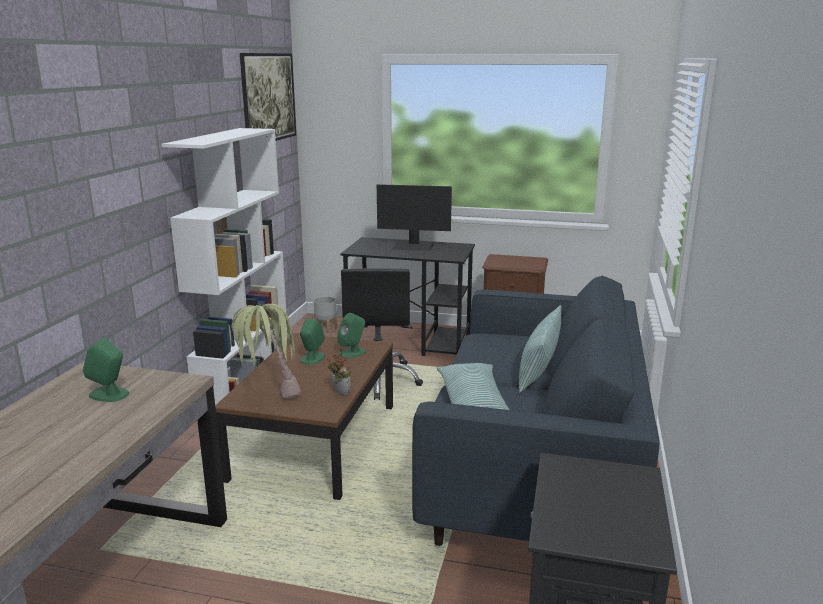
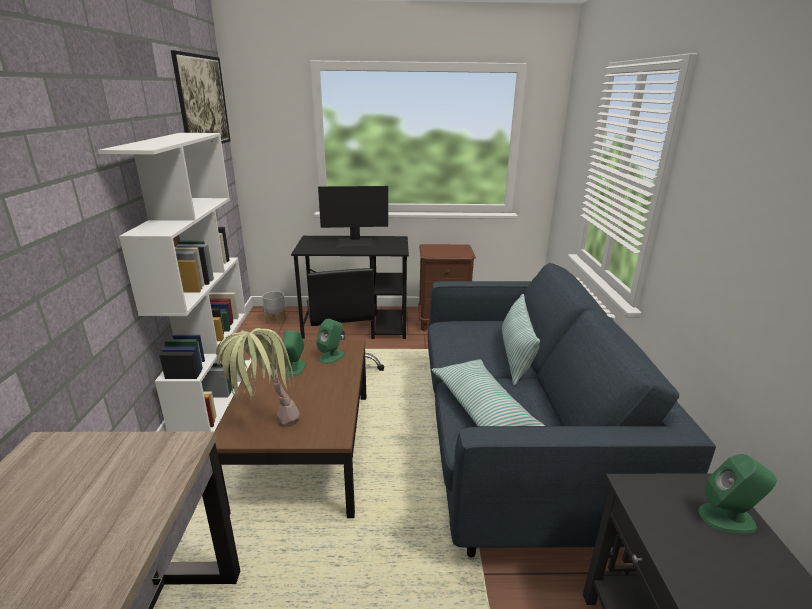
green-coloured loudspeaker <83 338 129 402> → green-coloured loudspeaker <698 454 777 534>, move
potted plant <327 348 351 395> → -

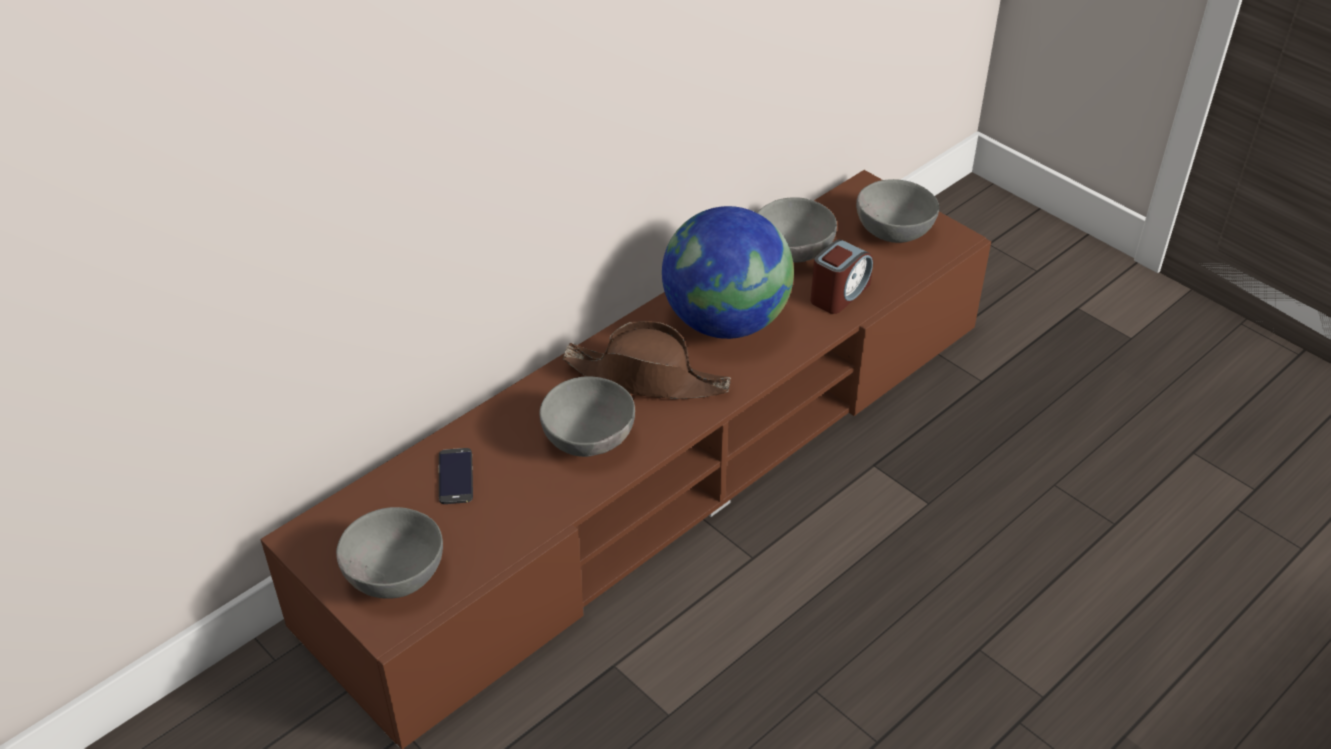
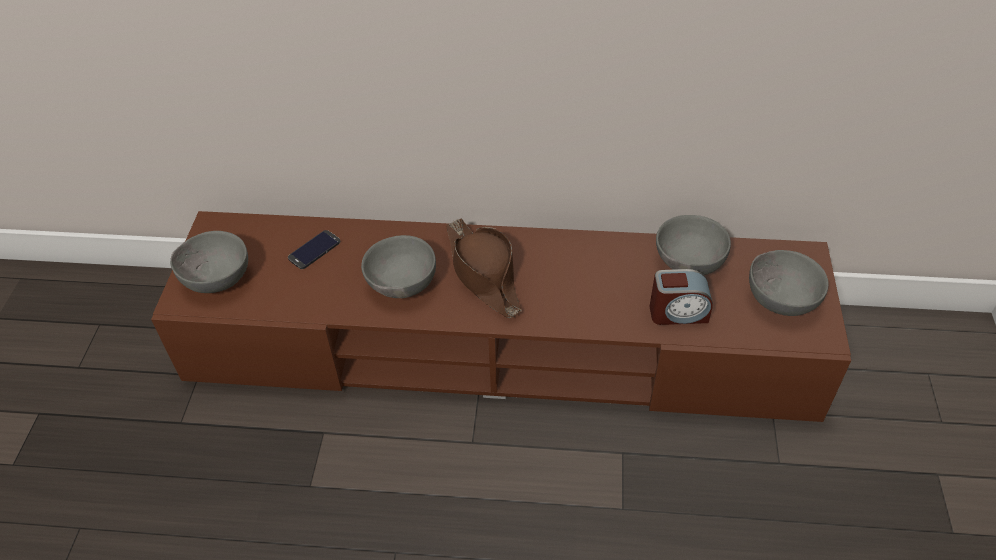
desk globe <662 206 794 339> → -

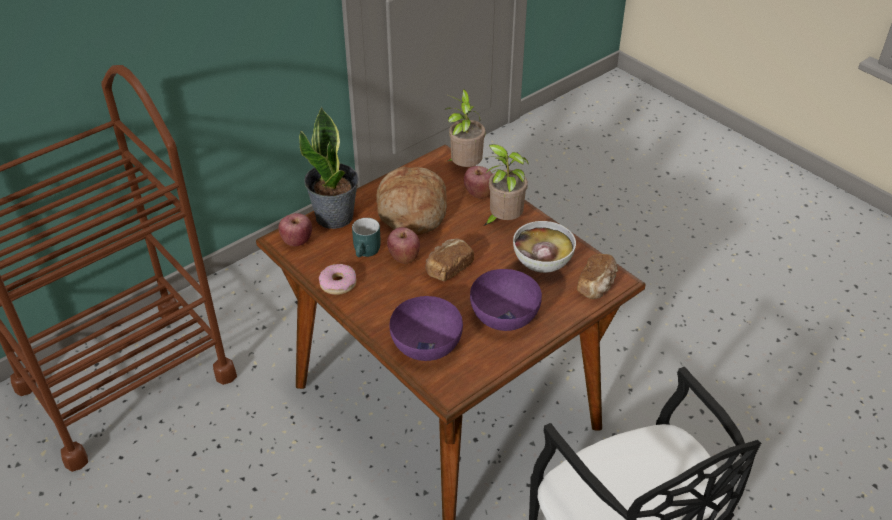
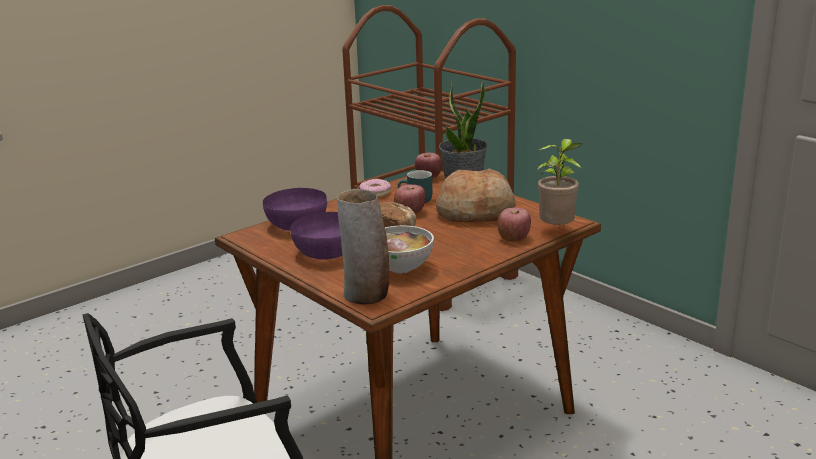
potted plant <484 144 529 226> → -
bread <577 254 618 299> → flower vase <337 189 390 304>

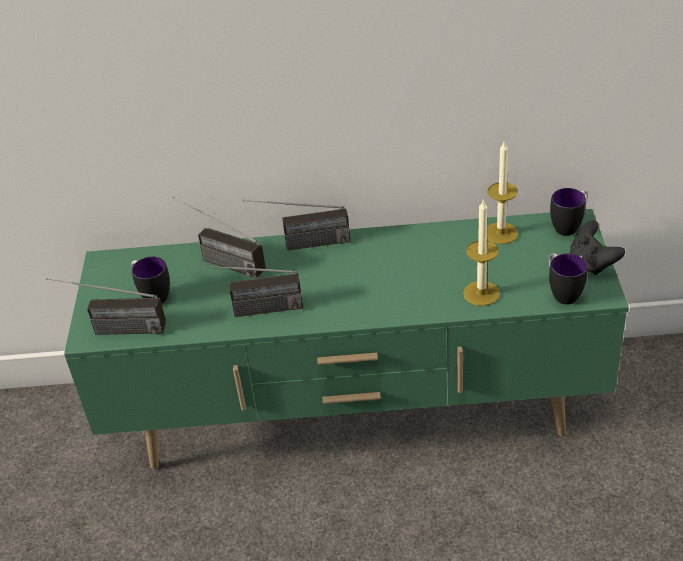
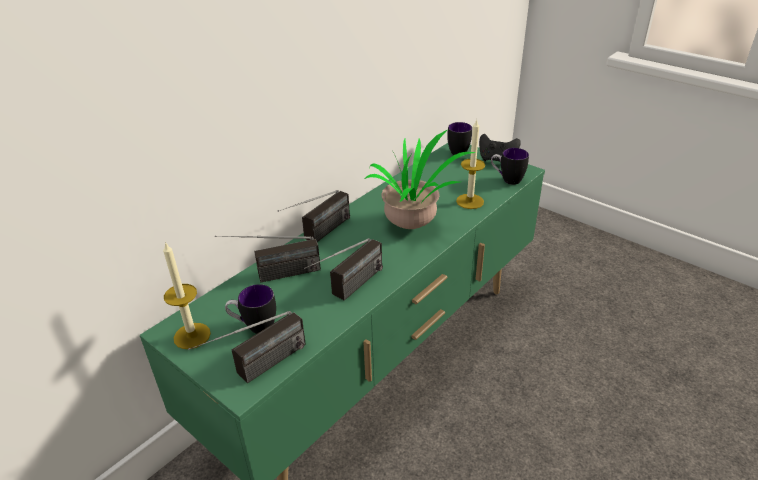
candle <487 142 518 244> → candle <163 242 211 349>, move
- → potted plant <364 129 475 229>

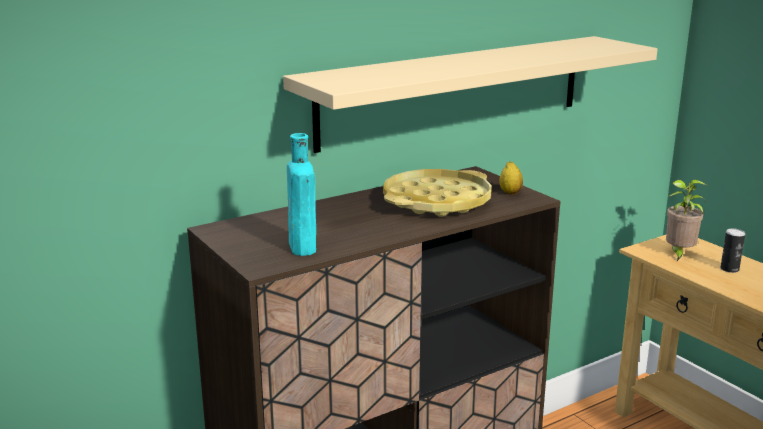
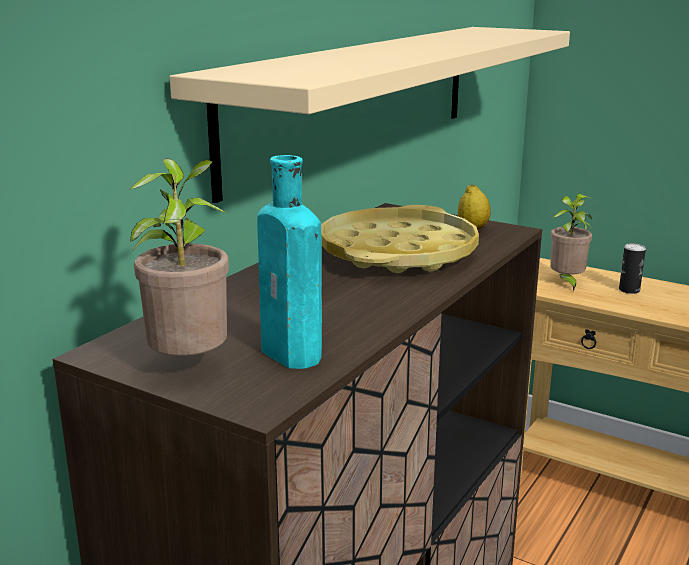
- → potted plant <129 158 229 356>

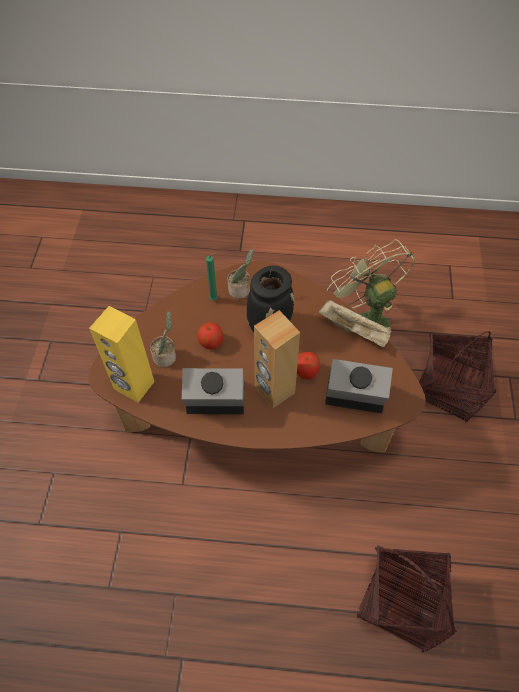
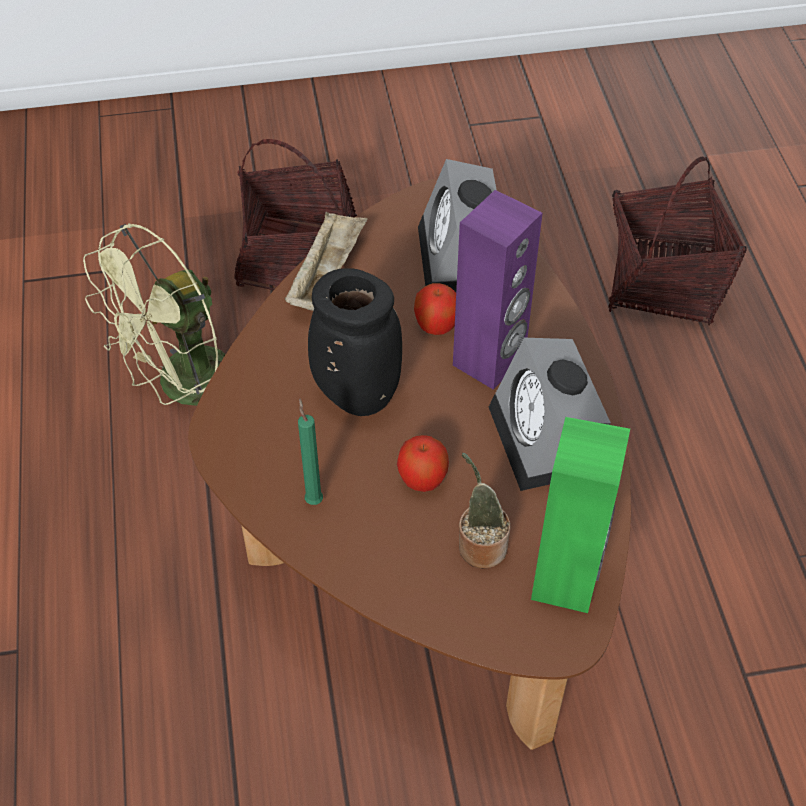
potted plant <228 249 253 299> → -
yellow loudspeaker <89 306 155 403> → green-coloured loudspeaker <531 417 630 613>
brownish loudspeaker <254 310 300 408> → purple-coloured loudspeaker <453 190 543 390>

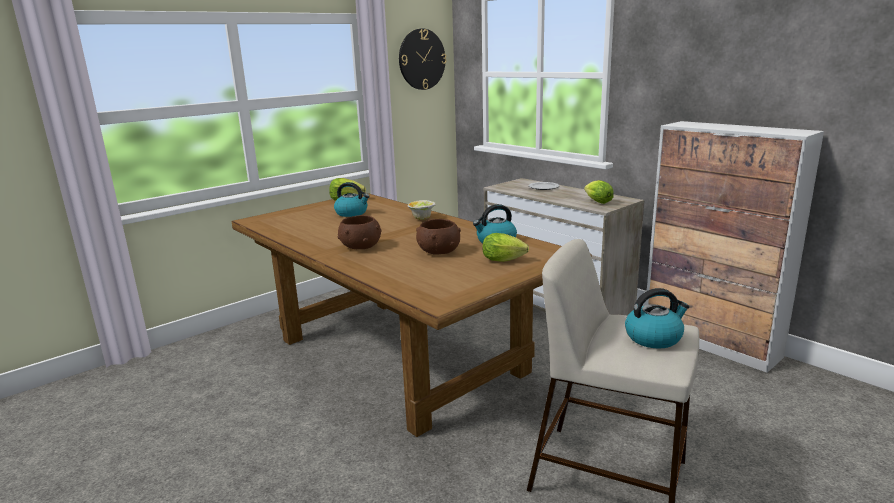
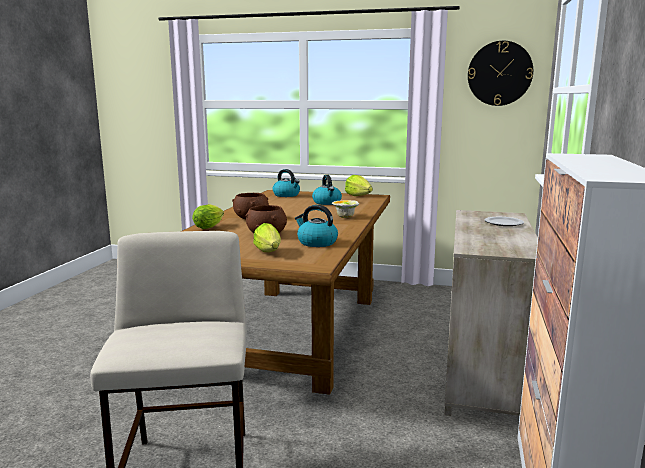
lettuce head <584 180 614 204> → lettuce head <192 204 224 229>, move
water kettle <625 288 690 349> → water kettle <273 169 300 197>, move

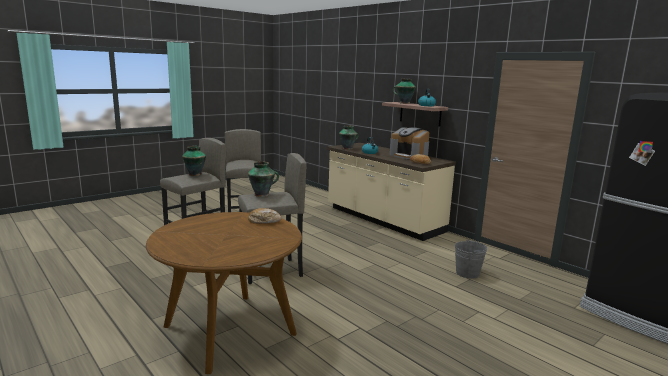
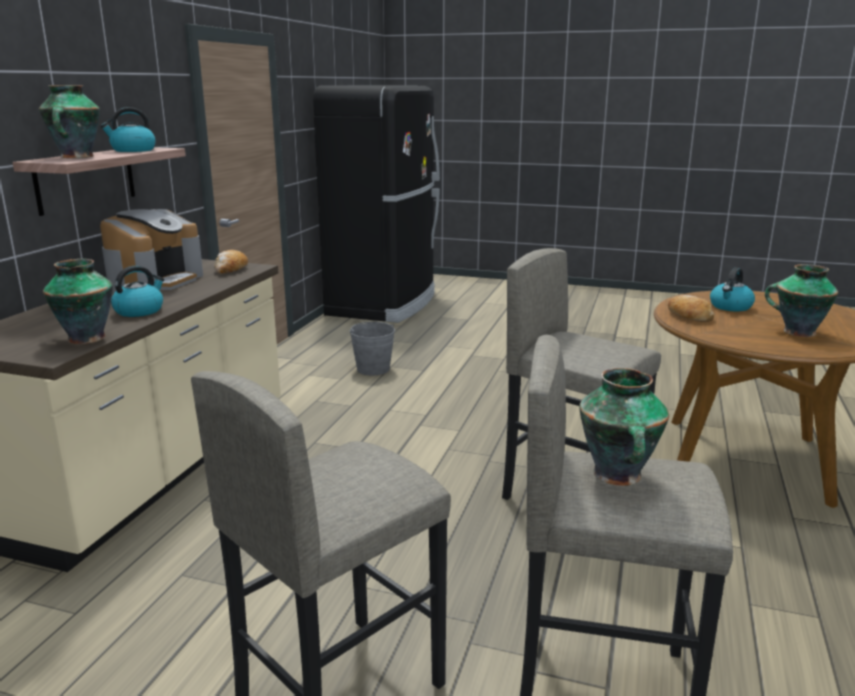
flower vase <248 161 279 197> → flower vase <765 264 838 337>, move
- → water kettle <710 268 755 312>

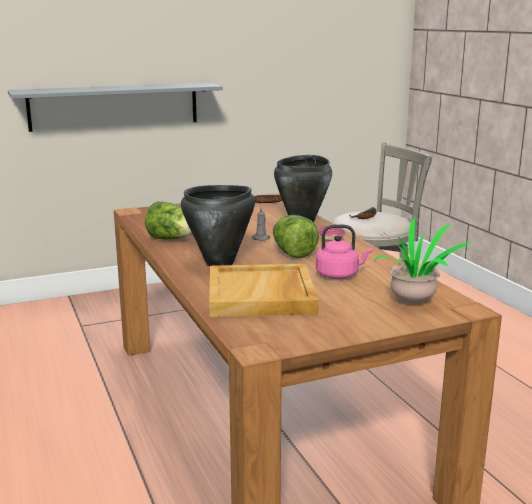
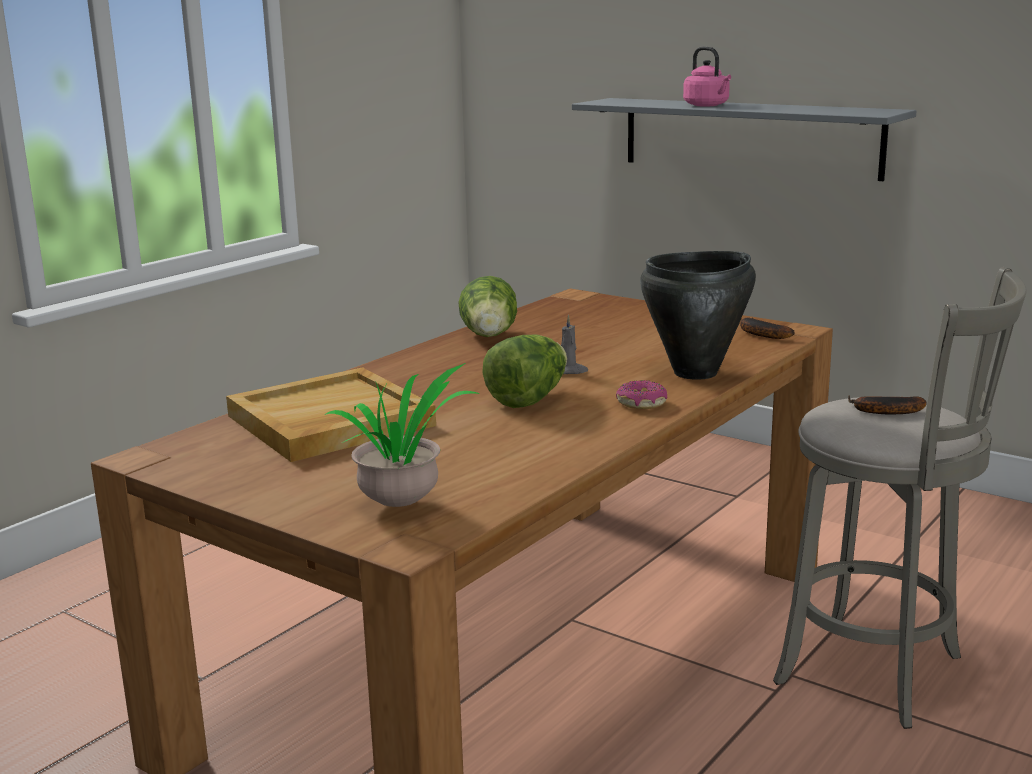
black-coloured cooking pot <181 185 255 266> → -
pinkish water kettle <316 224 373 279> → pinkish water kettle <683 47 731 107>, move

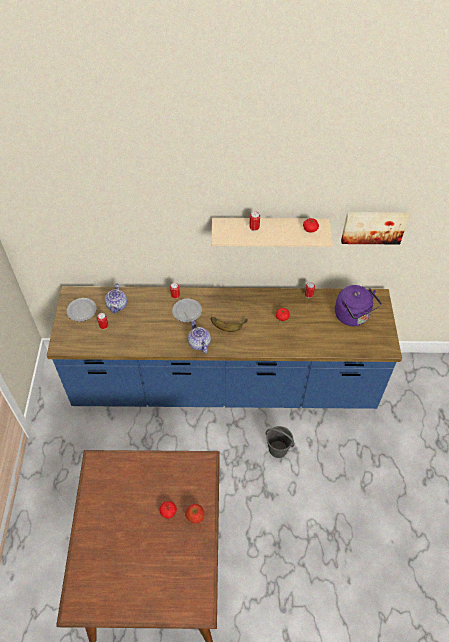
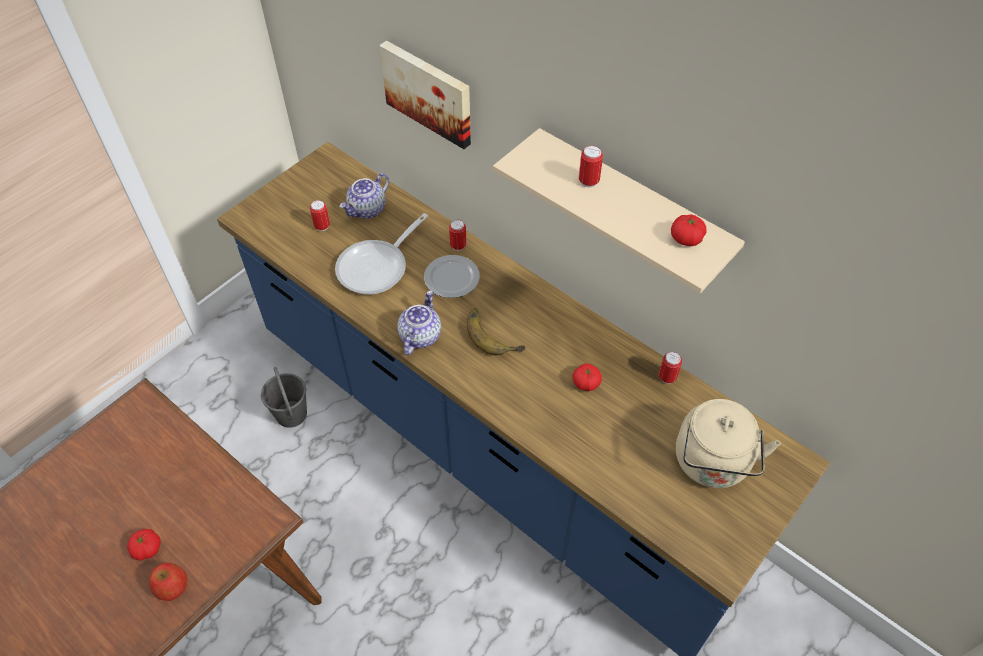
picture <341 212 409 244> → picture <379 41 471 149>, move
purple-coloured water kettle <335 285 382 326> → sand-coloured water kettle <676 399 781 488>
dinner plate <67 298 97 322> → -
greyish pail <265 426 294 458> → greyish pail <261 367 307 428>, move
- → frying pan <335 213 428 295>

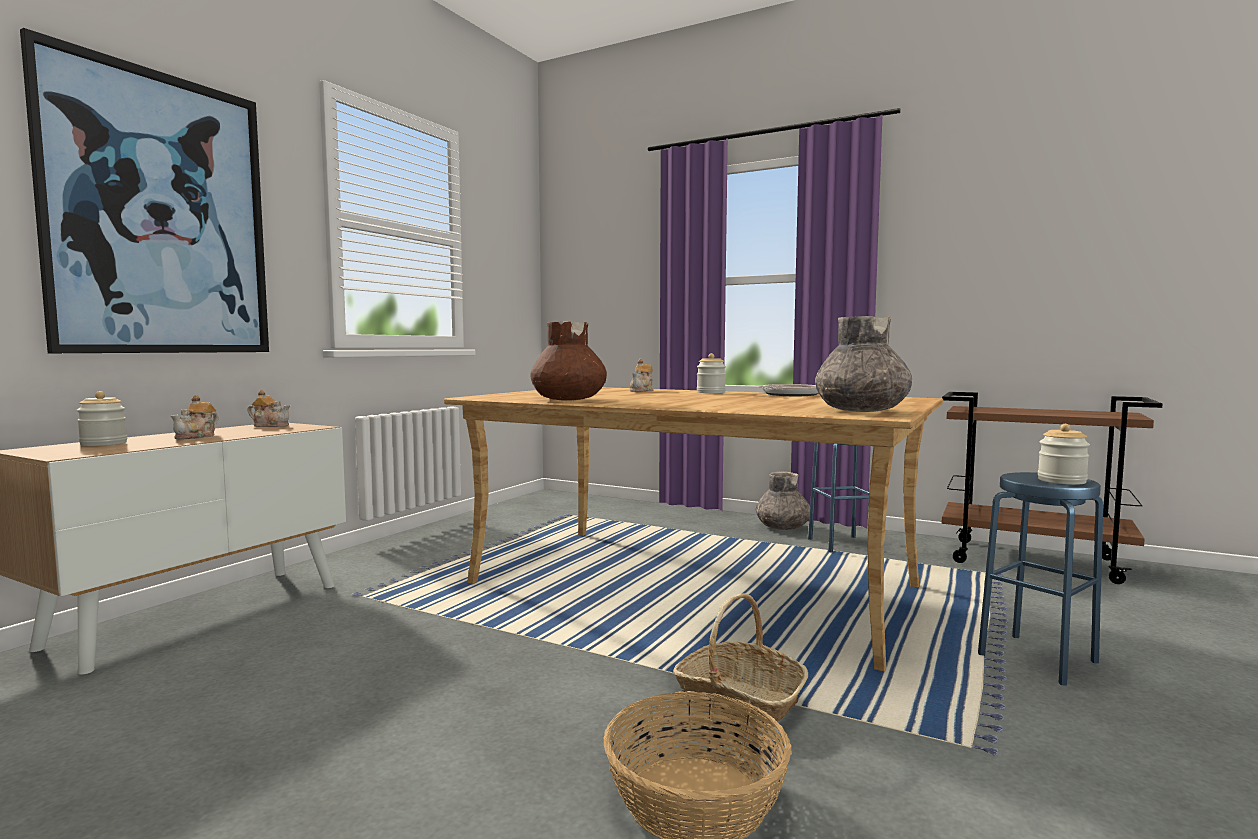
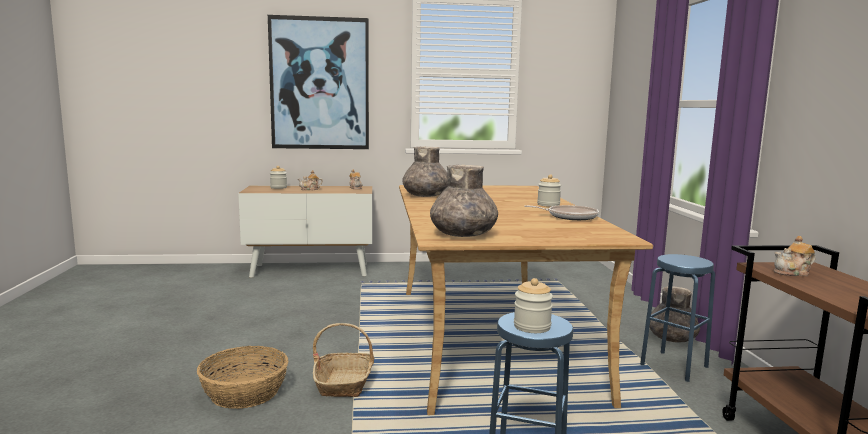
brownish flower vase <530 322 607 401> → greyish flower vase <402 146 448 197>
teapot <630 359 654 392> → teapot <774 236 816 276>, move

